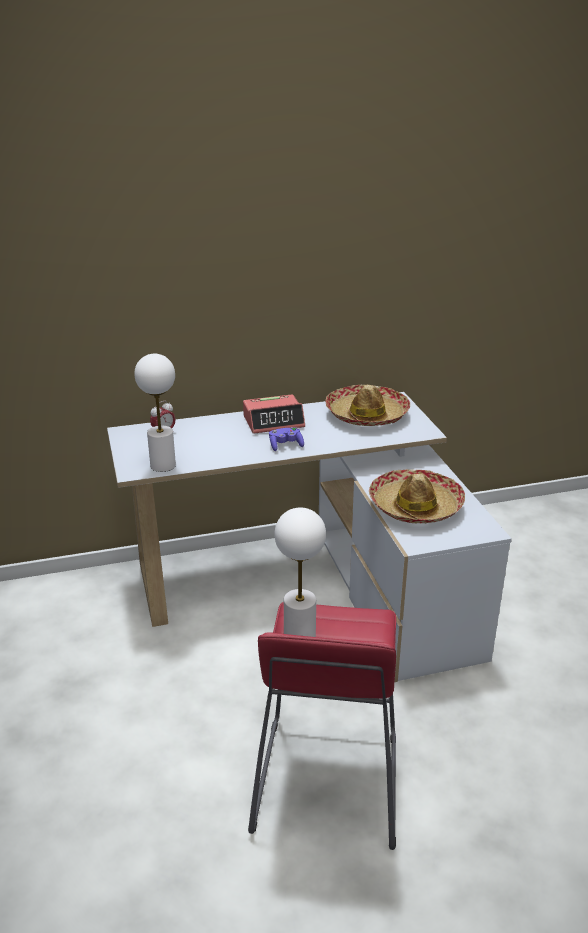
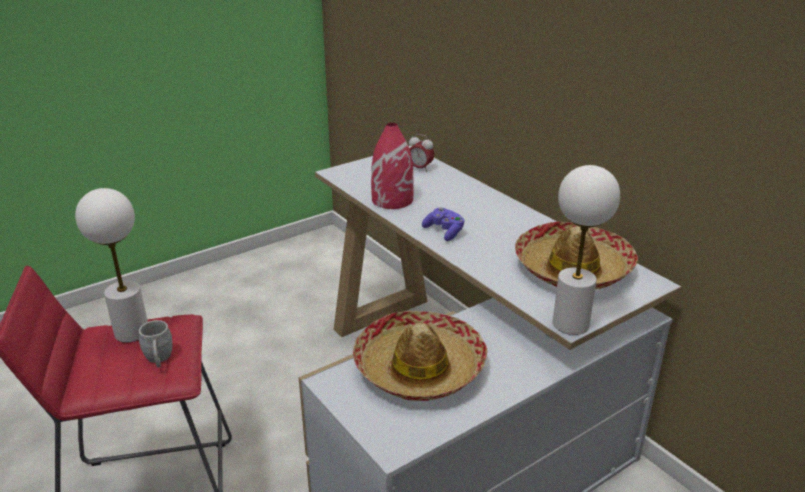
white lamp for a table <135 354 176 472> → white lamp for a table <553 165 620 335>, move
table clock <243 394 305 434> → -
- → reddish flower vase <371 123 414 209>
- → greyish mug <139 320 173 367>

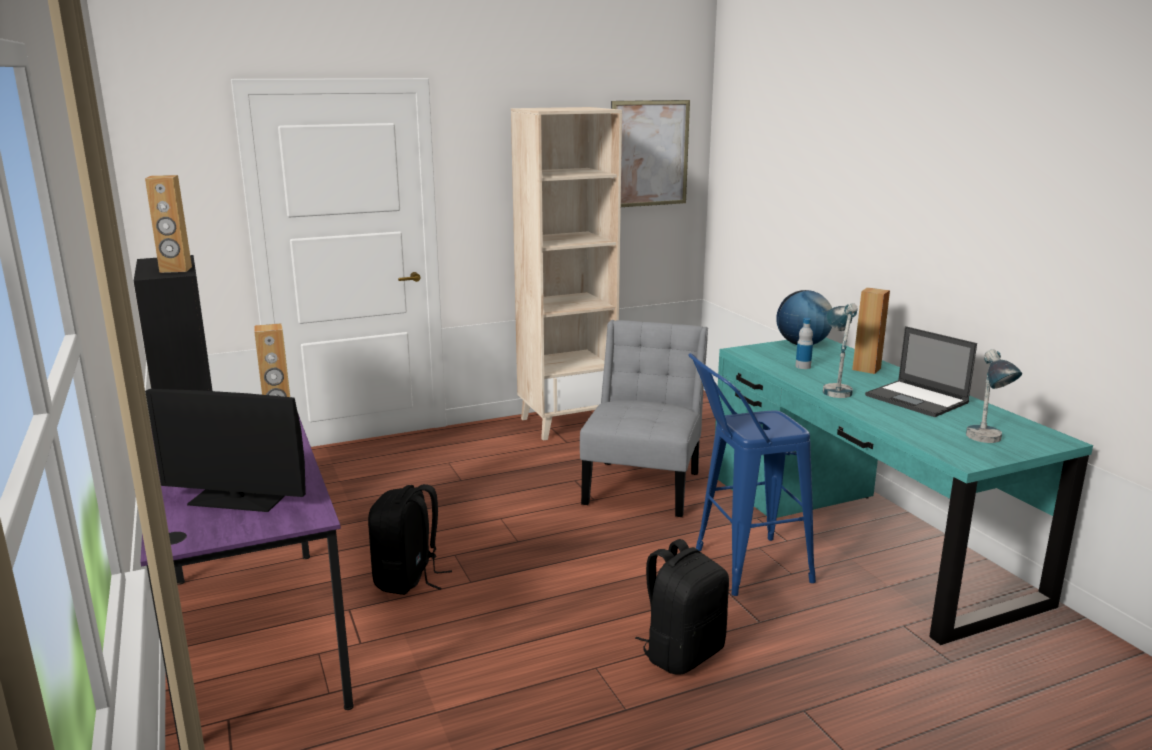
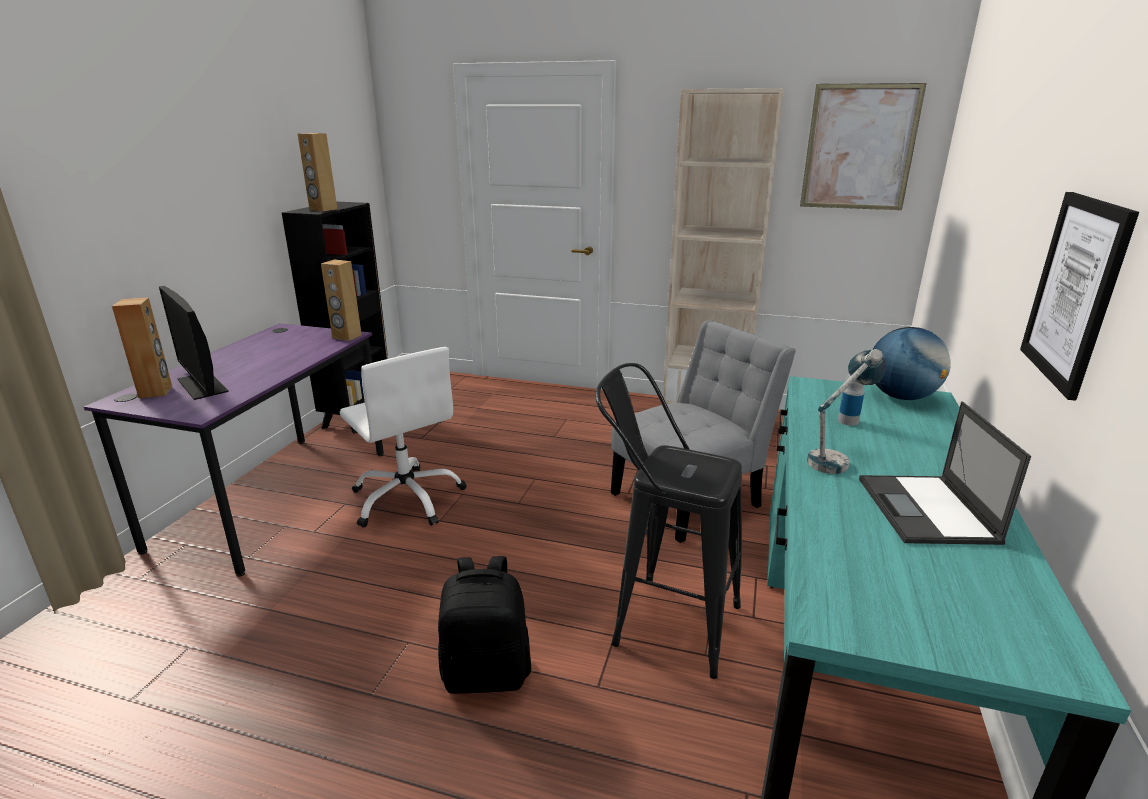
brownish loudspeaker <852 287 890 374> → brownish loudspeaker <112 297 172 398>, move
lamp for a table <966 349 1022 443> → -
bluish stool seat <689 353 816 596> → black-coloured stool seat <596 363 742 679>
black-coloured rucksack <368 484 452 595> → white desk chair <340 347 467 528>
- → picture <1020 192 1139 401>

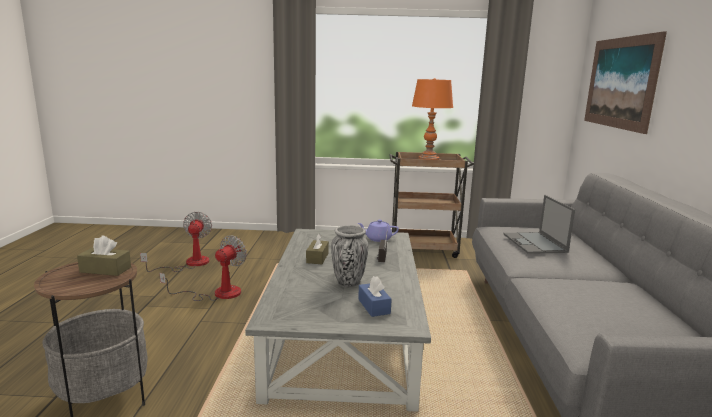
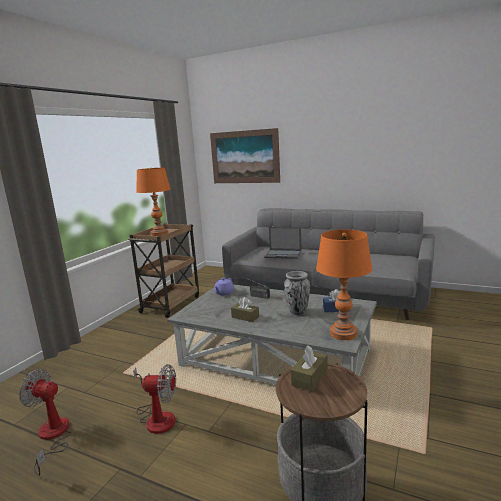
cooling fan <159 235 247 301> → cooling fan <133 364 176 434>, 135 degrees clockwise
- → orange lamp for a table <316 230 372 340>

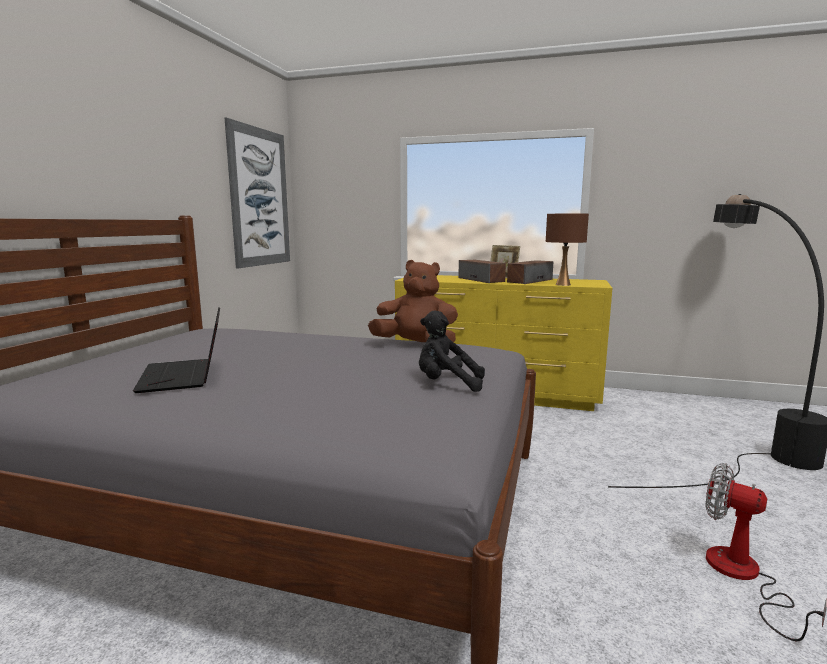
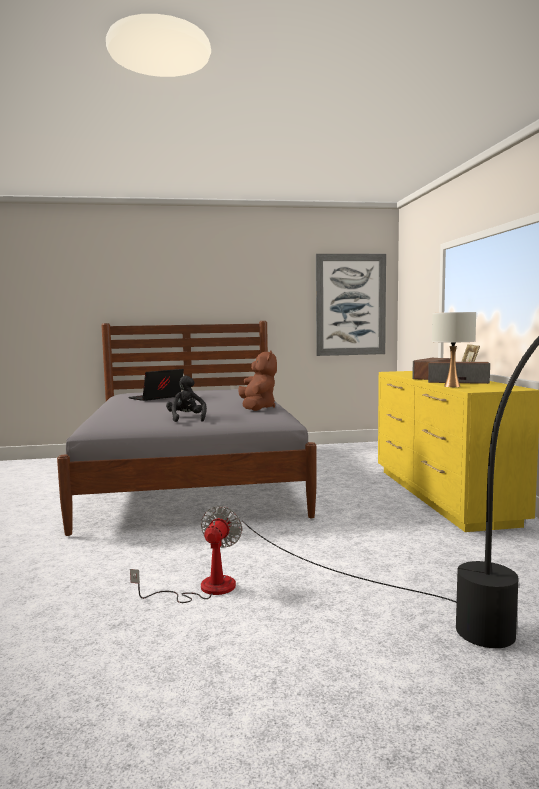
brownish lamp for a table <546 213 589 286> → white lamp for a table <432 312 476 387>

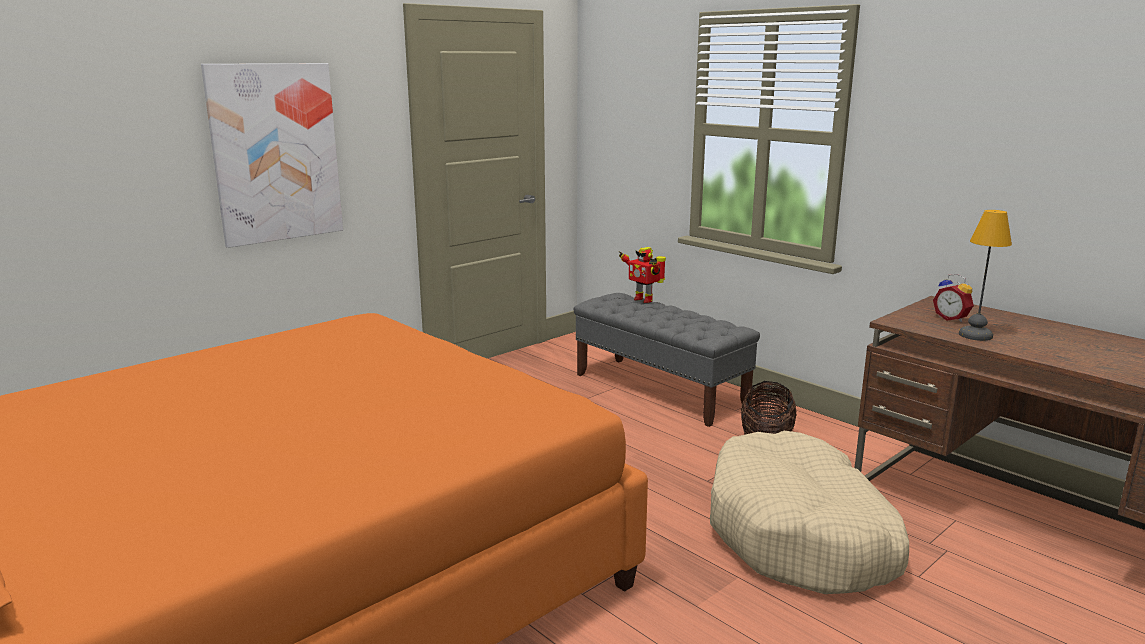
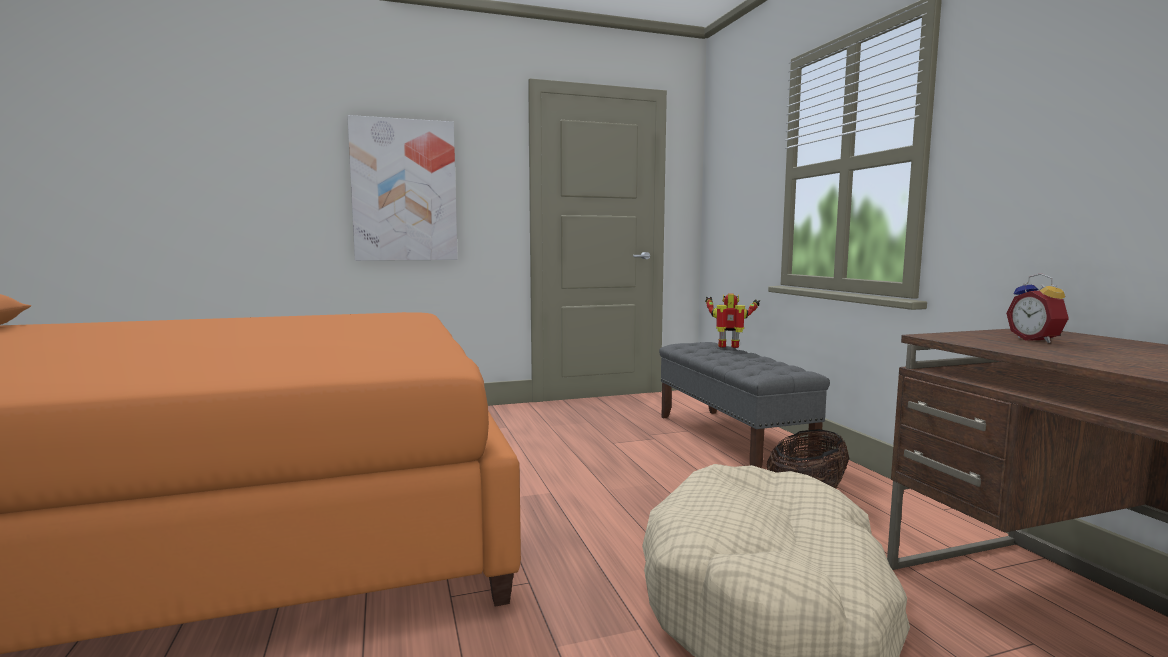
lamp for a table <959 210 1012 341> → -
model robot <619 247 666 303> → model robot <705 294 760 348>, 120 degrees clockwise

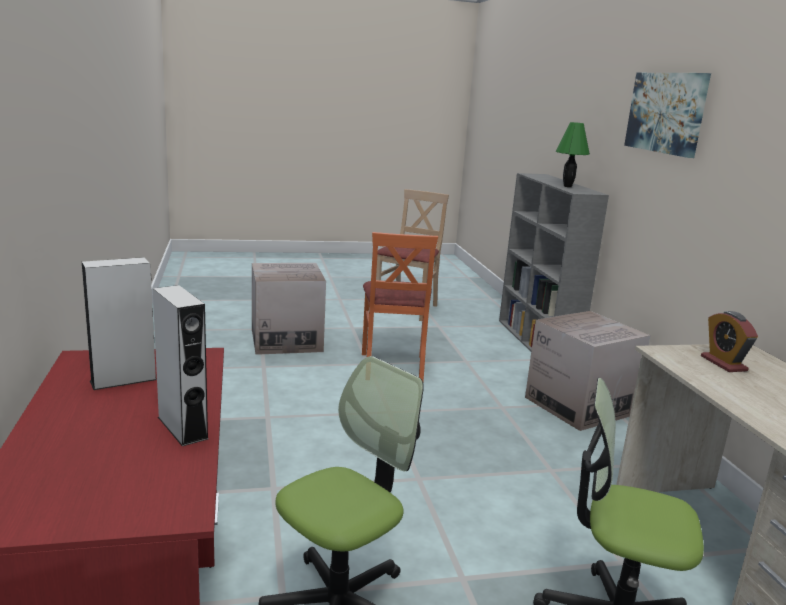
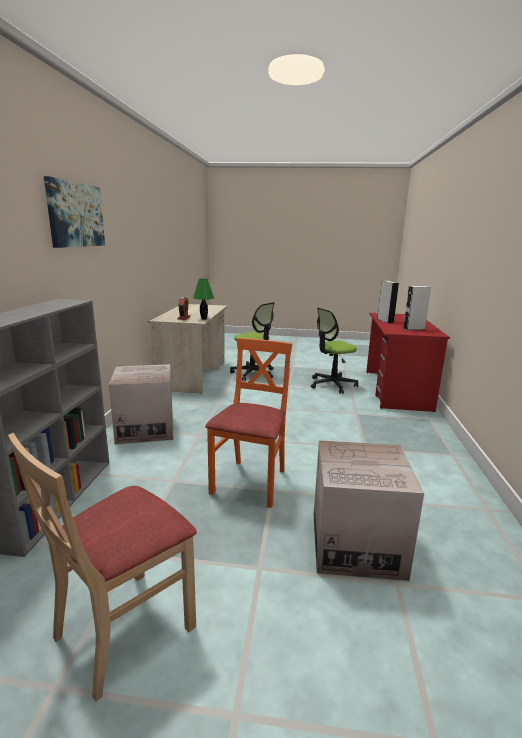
green-coloured lamp for a table <556 122 590 187> → green-coloured lamp for a table <193 278 214 320>, move

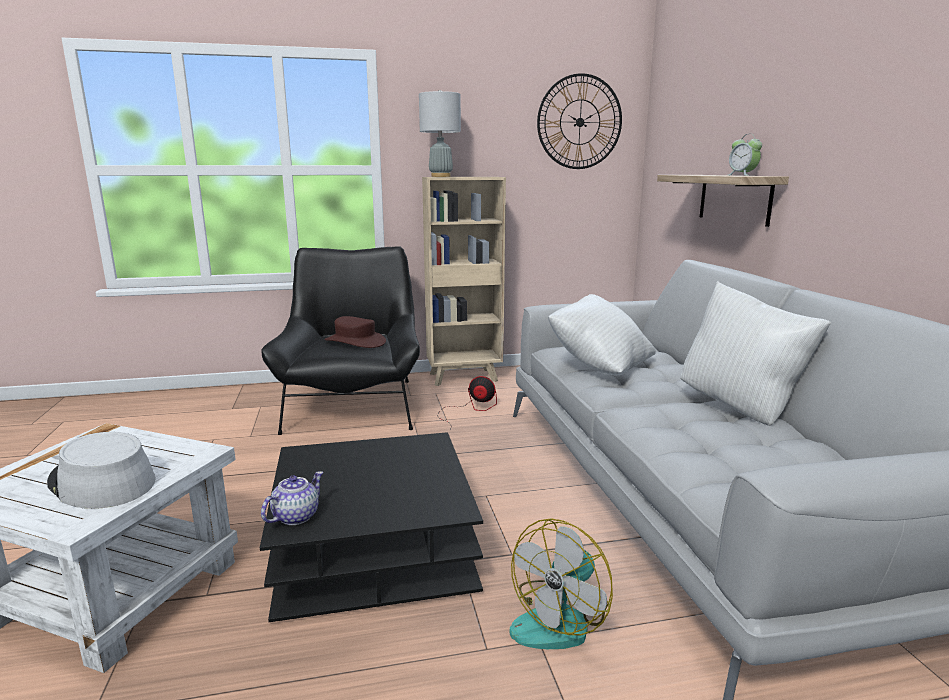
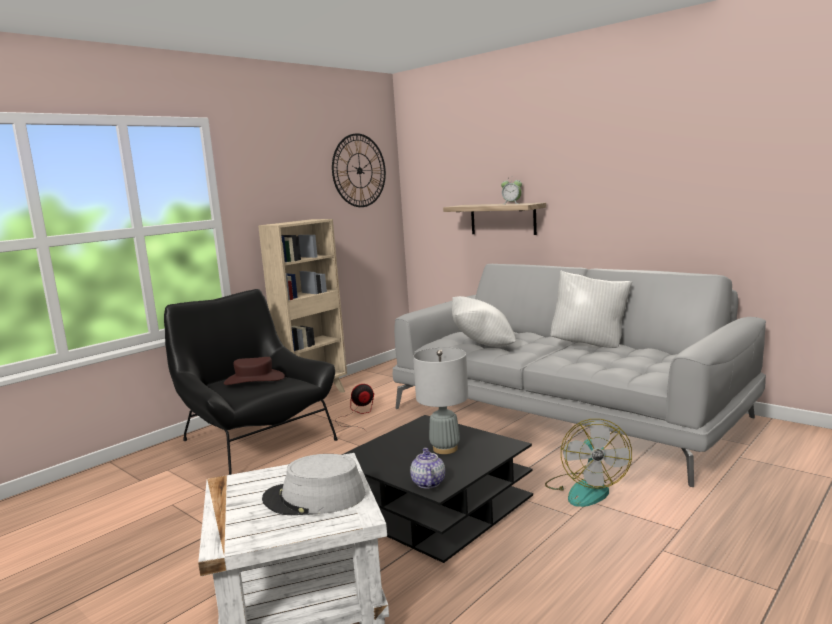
greyish lamp for a table <419 90 461 177> → greyish lamp for a table <413 347 468 454>, move

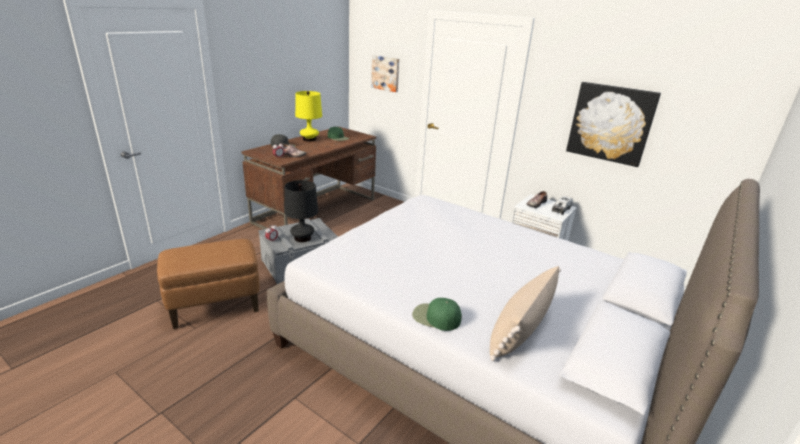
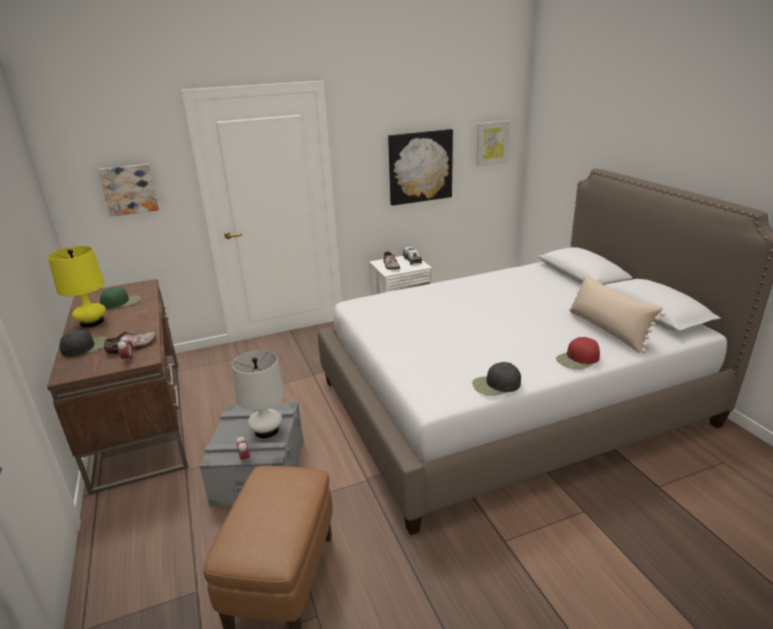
black-coloured lamp for a table <284 180 318 242> → white lamp for a table <232 350 285 438>
green-coloured baseball cap <412 298 462 331> → reddish baseball cap <556 337 600 370>
- → picture <476 120 510 166>
- → black-coloured baseball cap <472 362 521 396>

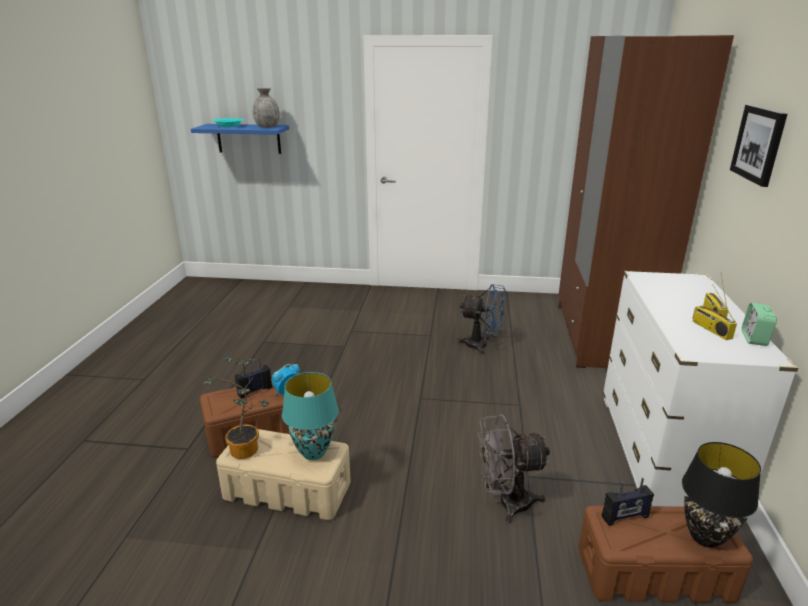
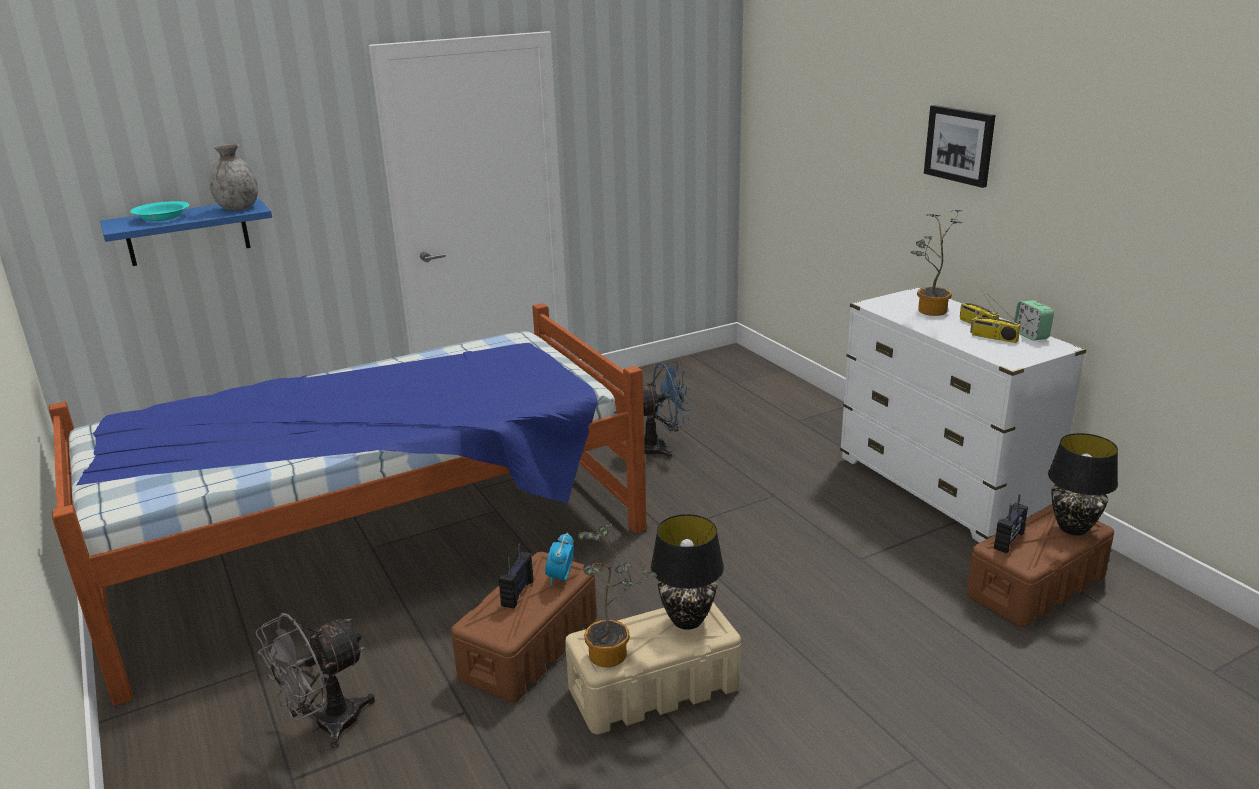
brownish armoire <558 35 734 368> → -
turquoise-coloured lamp for a table <282 372 339 460> → black-coloured lamp for a table <651 514 724 630>
greyish cooling fan <477 414 550 523> → greyish cooling fan <255 613 375 748>, move
- → potted plant <910 210 962 316>
- → bedroom bed <49 303 647 706>

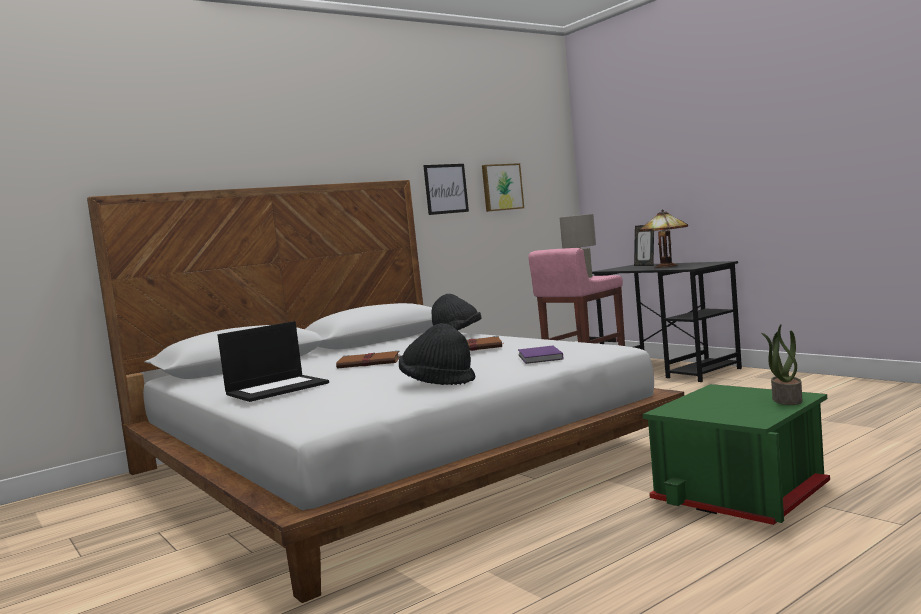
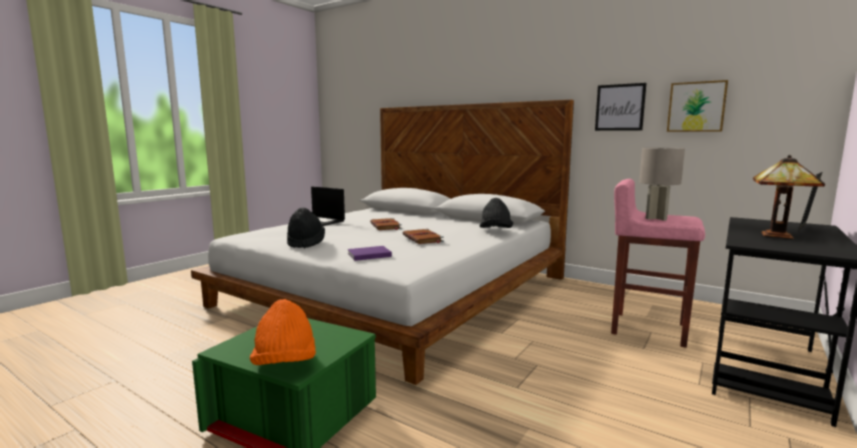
potted plant <761 324 802 405> → orange clothing hat <250 299 316 365>

